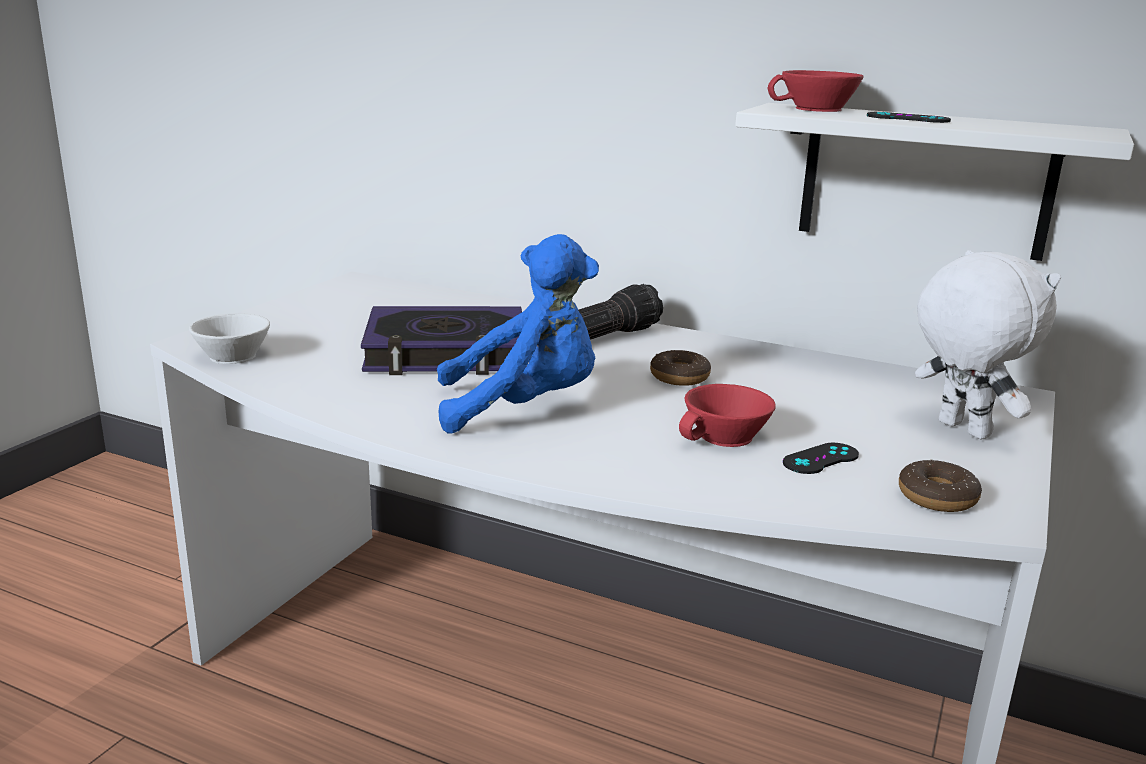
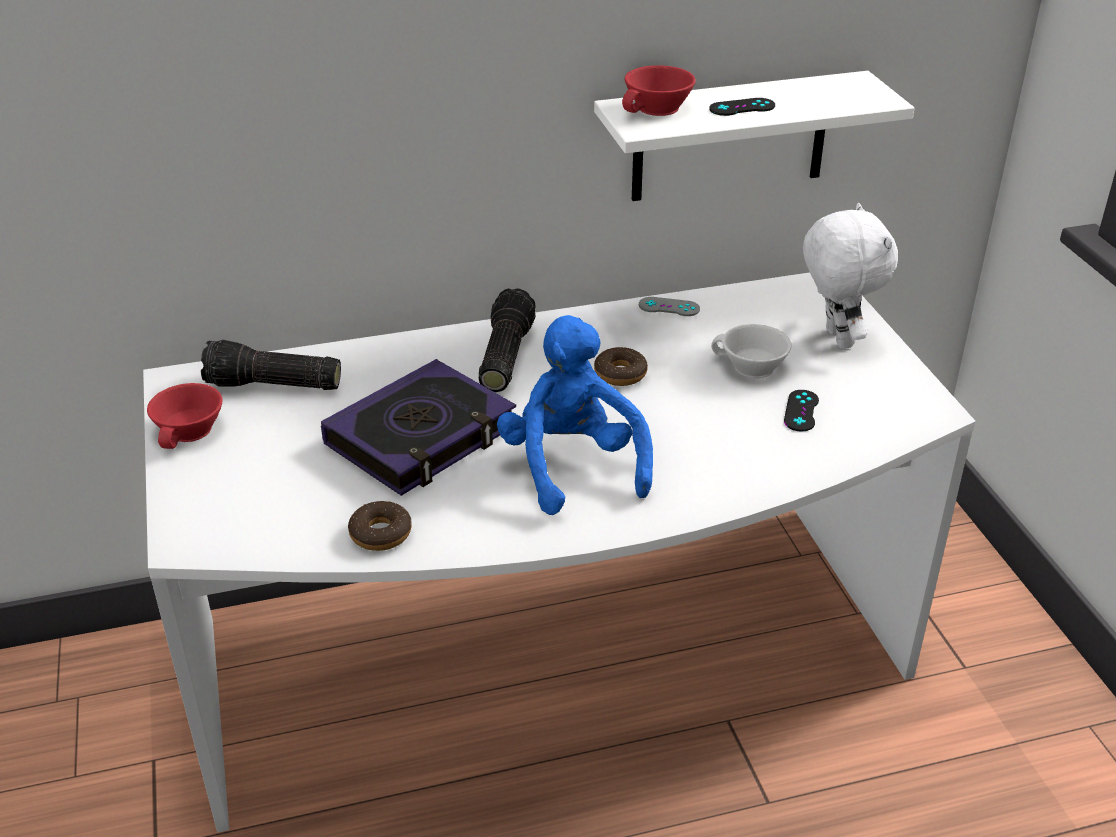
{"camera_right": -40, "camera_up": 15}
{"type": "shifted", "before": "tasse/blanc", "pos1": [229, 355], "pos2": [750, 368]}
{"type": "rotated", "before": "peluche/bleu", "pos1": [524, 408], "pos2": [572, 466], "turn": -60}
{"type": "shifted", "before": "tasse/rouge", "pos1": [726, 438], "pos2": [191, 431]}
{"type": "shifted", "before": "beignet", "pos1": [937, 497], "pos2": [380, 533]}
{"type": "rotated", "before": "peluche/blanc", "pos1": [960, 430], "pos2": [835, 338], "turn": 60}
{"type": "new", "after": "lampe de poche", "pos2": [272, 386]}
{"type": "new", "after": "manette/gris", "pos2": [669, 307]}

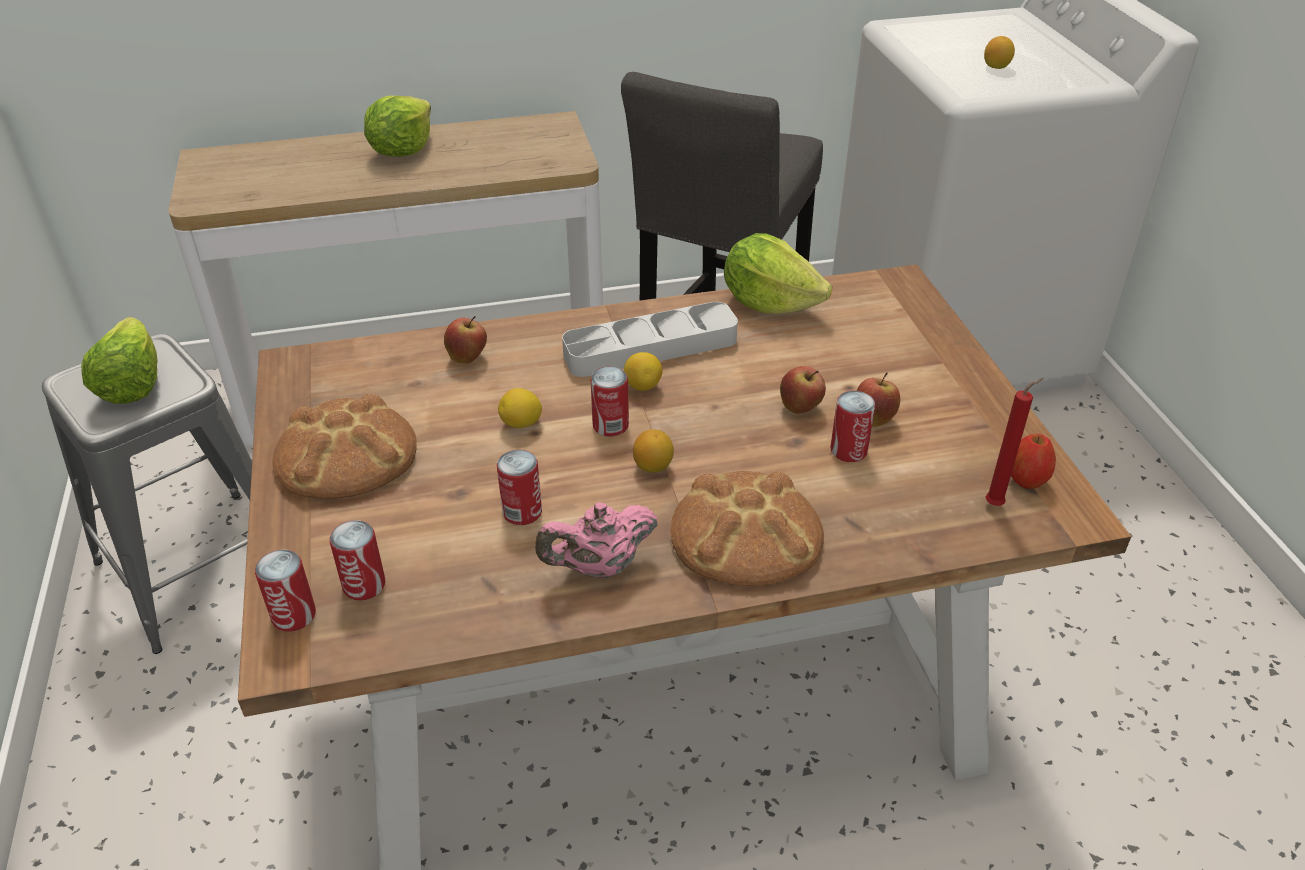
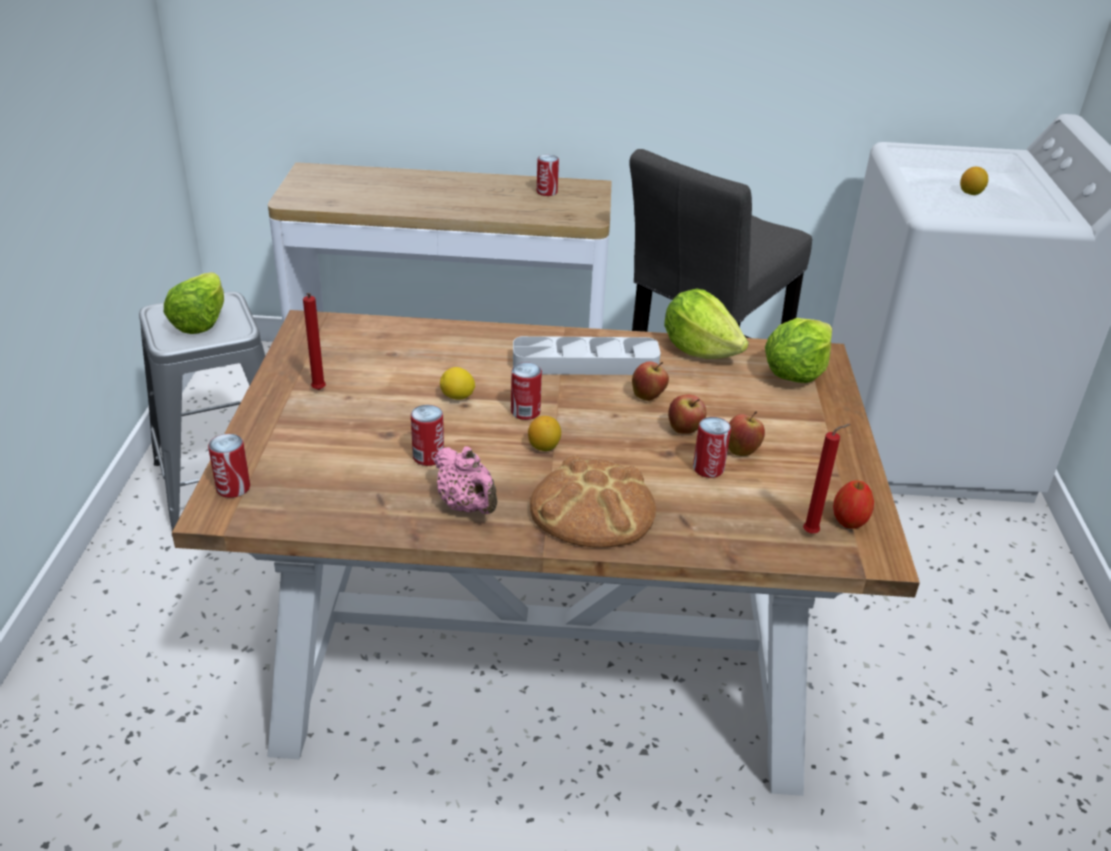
{"camera_right": 15, "camera_up": -5}
{"type": "swapped", "before": "pain", "after": "bougie/rouge", "pos1": [345, 454], "pos2": [318, 391]}
{"type": "shifted", "before": "boîte métallique", "pos1": [364, 585], "pos2": [547, 192]}
{"type": "shifted", "before": "laitue", "pos1": [402, 150], "pos2": [795, 373]}
{"type": "shifted", "before": "pomme", "pos1": [468, 357], "pos2": [648, 396]}
{"type": "rotated", "before": "théière/rose", "pos1": [599, 567], "pos2": [467, 506], "turn": -120}
{"type": "gone", "before": "citron", "pos1": [642, 386]}

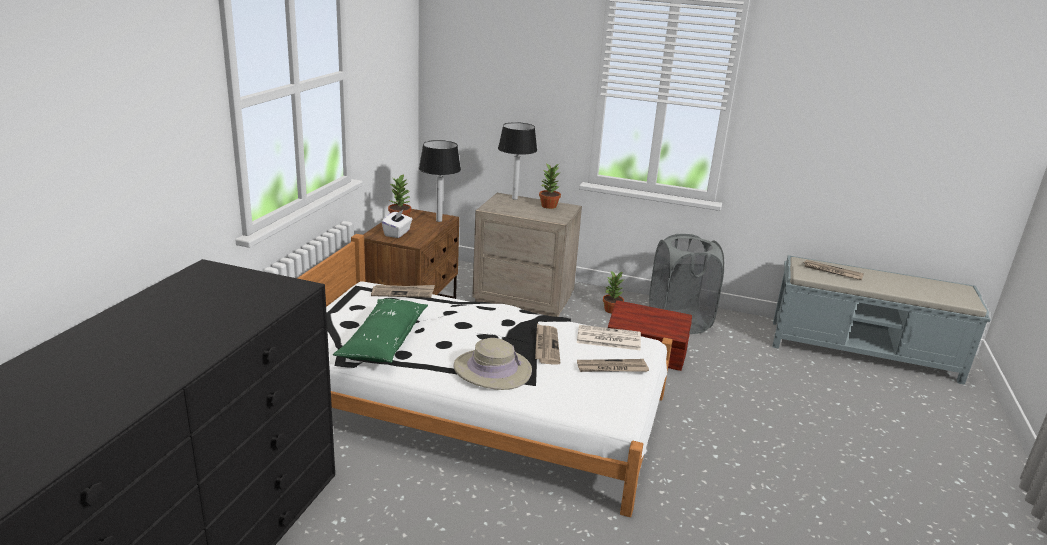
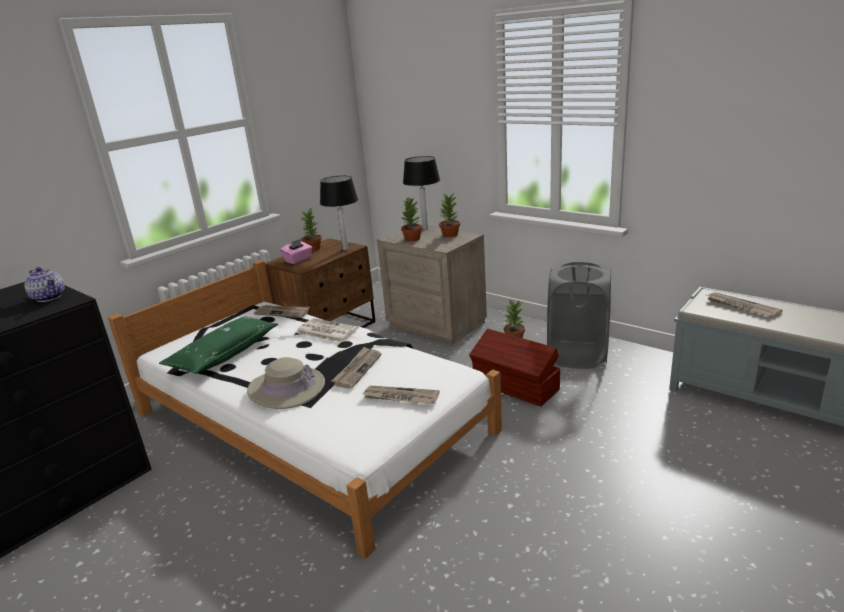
{"camera_right": 25, "camera_up": 0}
{"type": "repainted", "before": "boîte à mouchoirs/blanc", "after": "boîte à mouchoirs/rose", "pos1": [397, 233], "pos2": [298, 260]}
{"type": "shifted", "before": "journal", "pos1": [607, 338], "pos2": [326, 331]}
{"type": "new", "after": "théière", "pos2": [49, 297]}
{"type": "new", "after": "plante en pot", "pos2": [412, 239]}

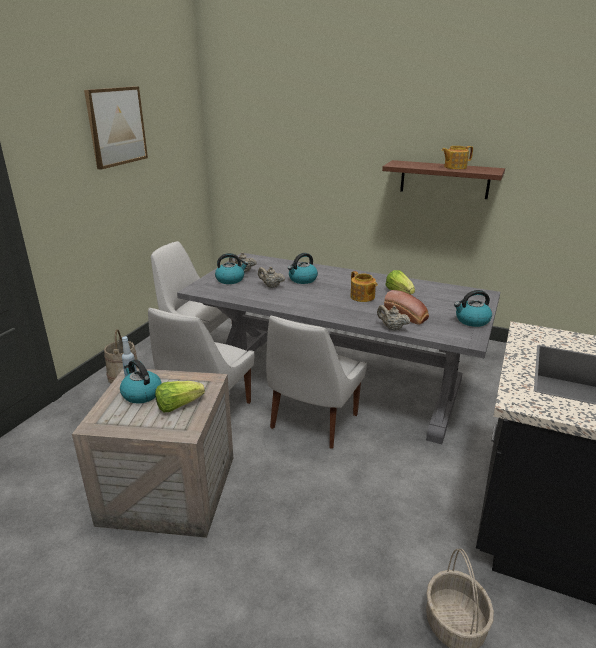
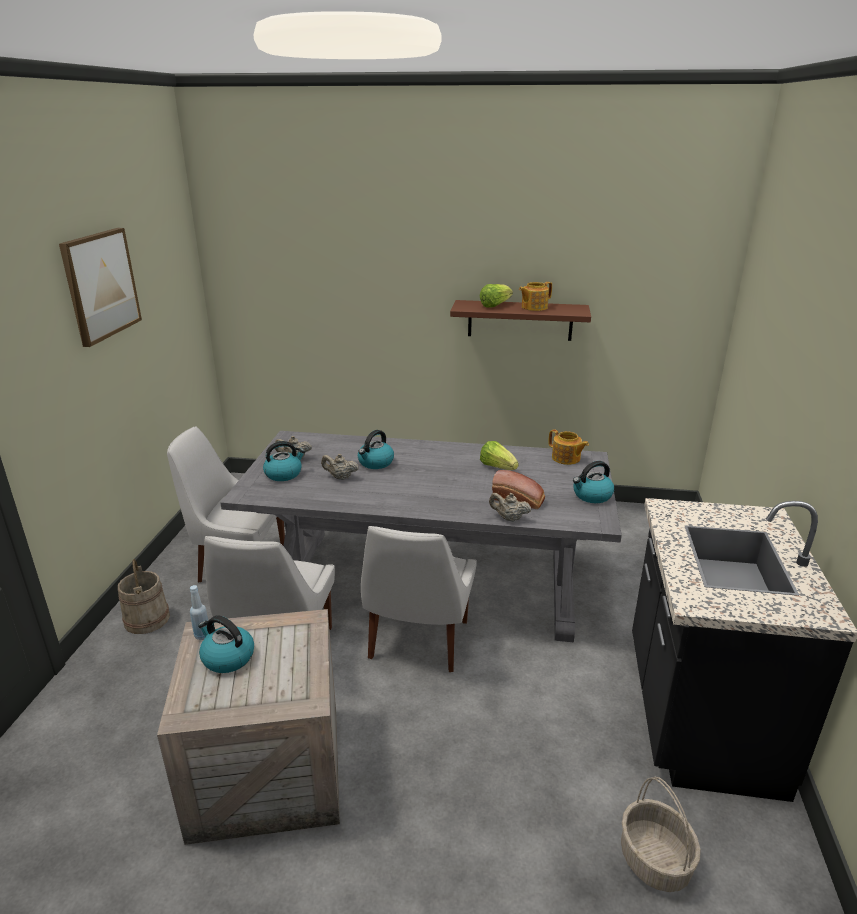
{"camera_right": -15, "camera_up": 0}
{"type": "shifted", "before": "laitue", "pos1": [178, 405], "pos2": [495, 305]}
{"type": "shifted", "before": "théière", "pos1": [362, 297], "pos2": [566, 458]}

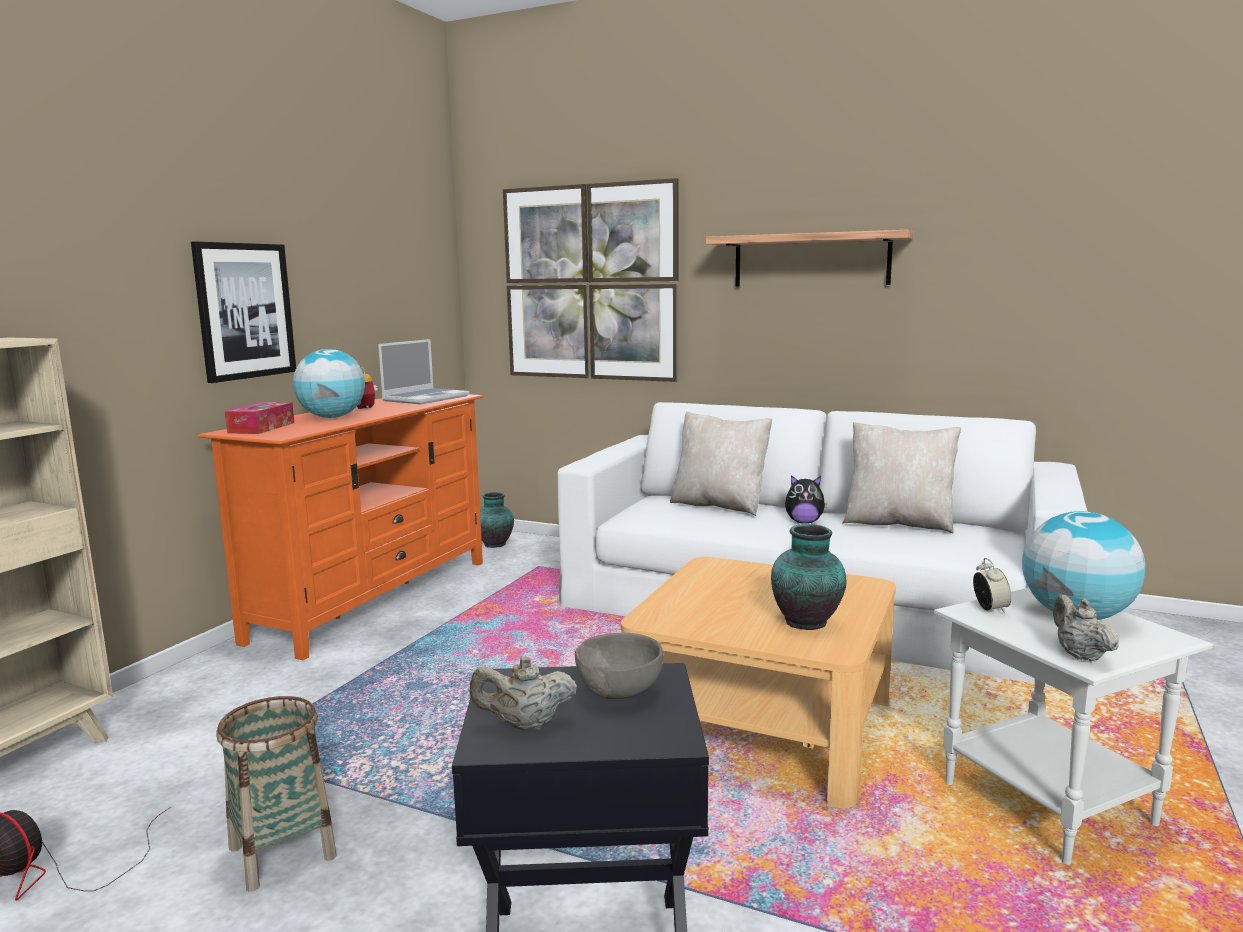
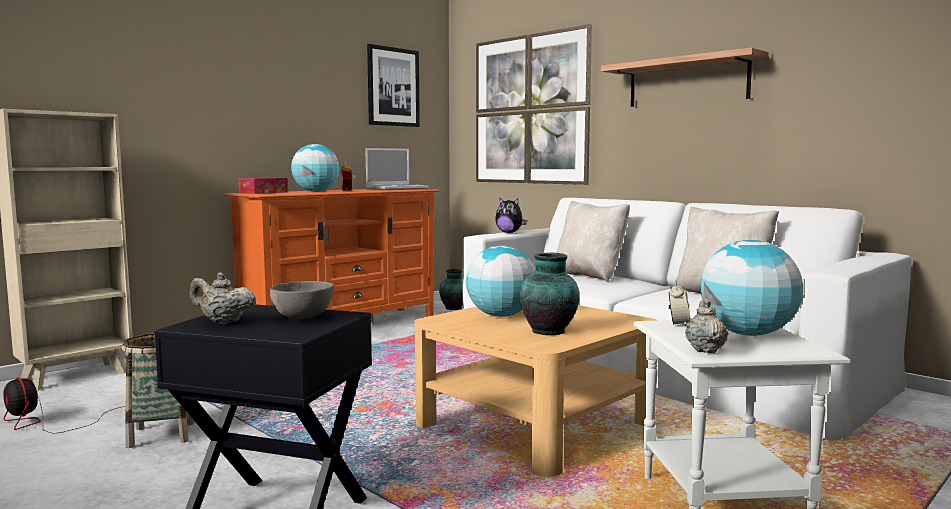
{"camera_right": 20, "camera_up": -5}
{"type": "shifted", "before": "tableau", "pos1": [244, 311], "pos2": [393, 87]}
{"type": "shifted", "before": "peluche", "pos1": [804, 522], "pos2": [509, 233]}
{"type": "new", "after": "globe", "pos2": [500, 315]}

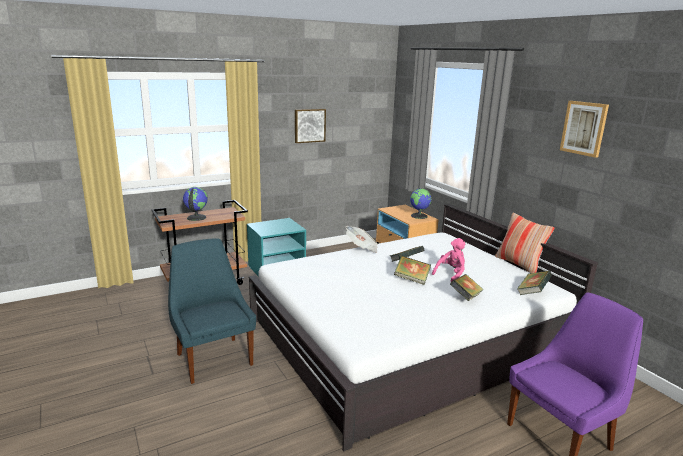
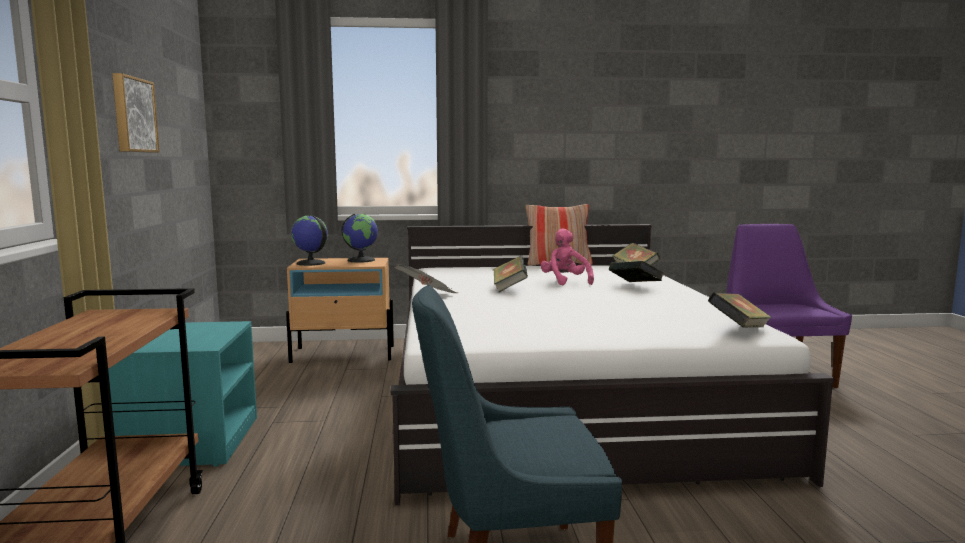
{"camera_right": -65, "camera_up": -10}
{"type": "shifted", "before": "globe", "pos1": [196, 217], "pos2": [310, 263]}
{"type": "shifted", "before": "livre", "pos1": [411, 279], "pos2": [738, 329]}
{"type": "gone", "before": "tableau", "pos1": [584, 128]}

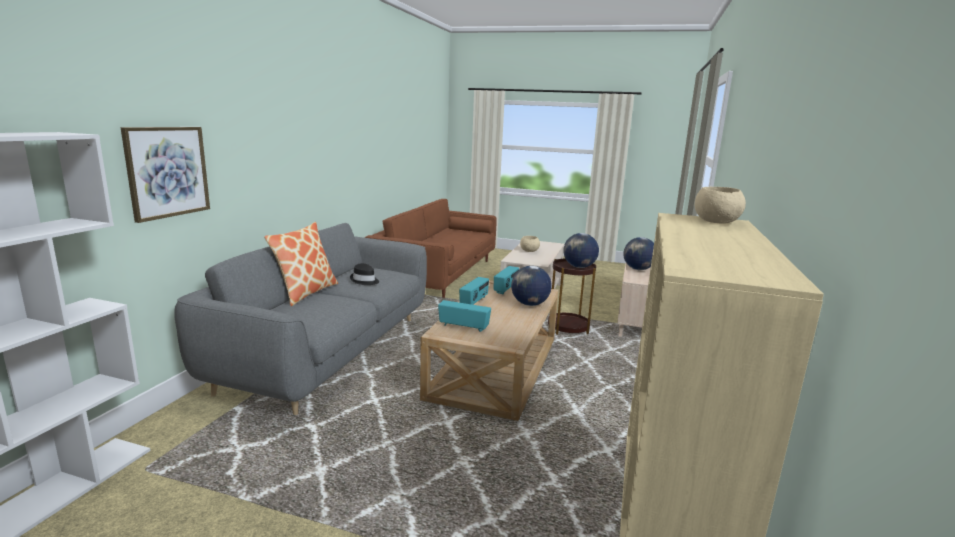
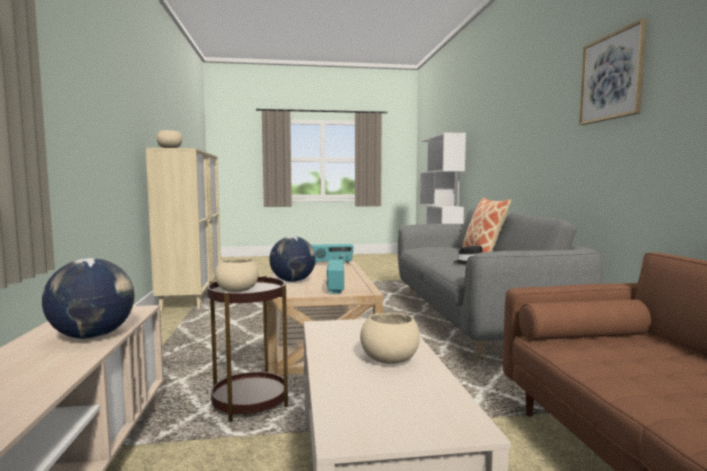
{"camera_right": 155, "camera_up": -10}
{"type": "shifted", "before": "tableau", "pos1": [167, 172], "pos2": [612, 77]}
{"type": "gone", "before": "radio", "pos1": [474, 302]}
{"type": "swapped", "before": "globe", "after": "bol/beige", "pos1": [579, 267], "pos2": [238, 290]}

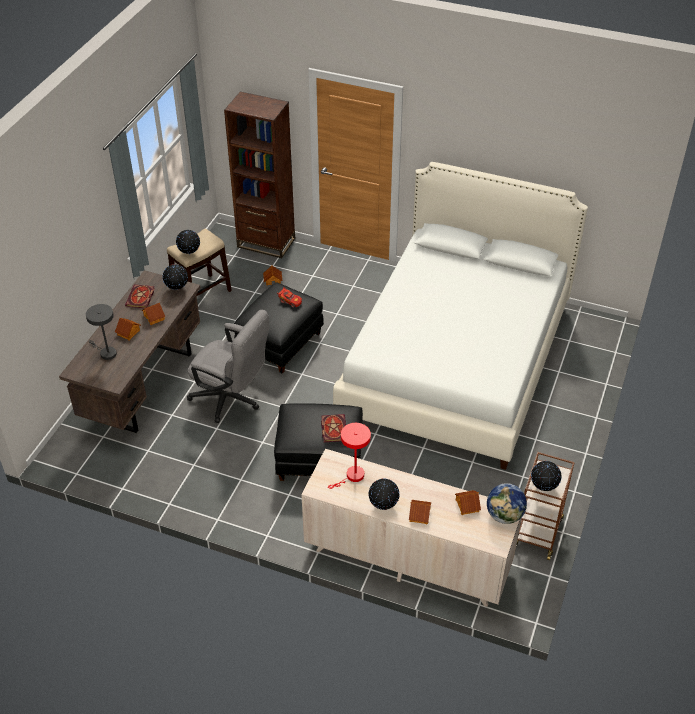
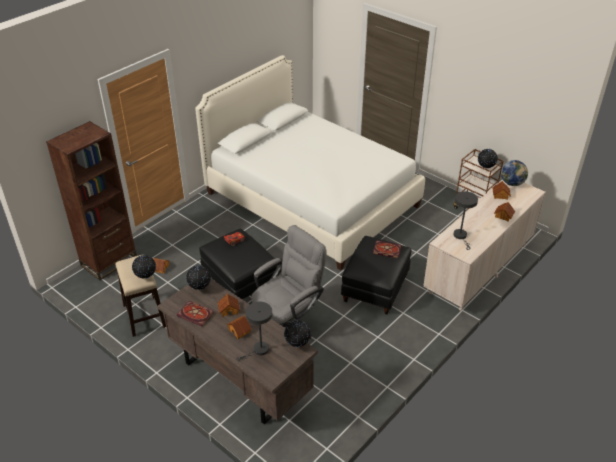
{"camera_right": -70, "camera_up": -5}
{"type": "repainted", "before": "lampe de table/rouge", "after": "lampe de table/gris", "pos1": [352, 476], "pos2": [461, 236]}
{"type": "shifted", "before": "globe", "pos1": [383, 506], "pos2": [297, 345]}

